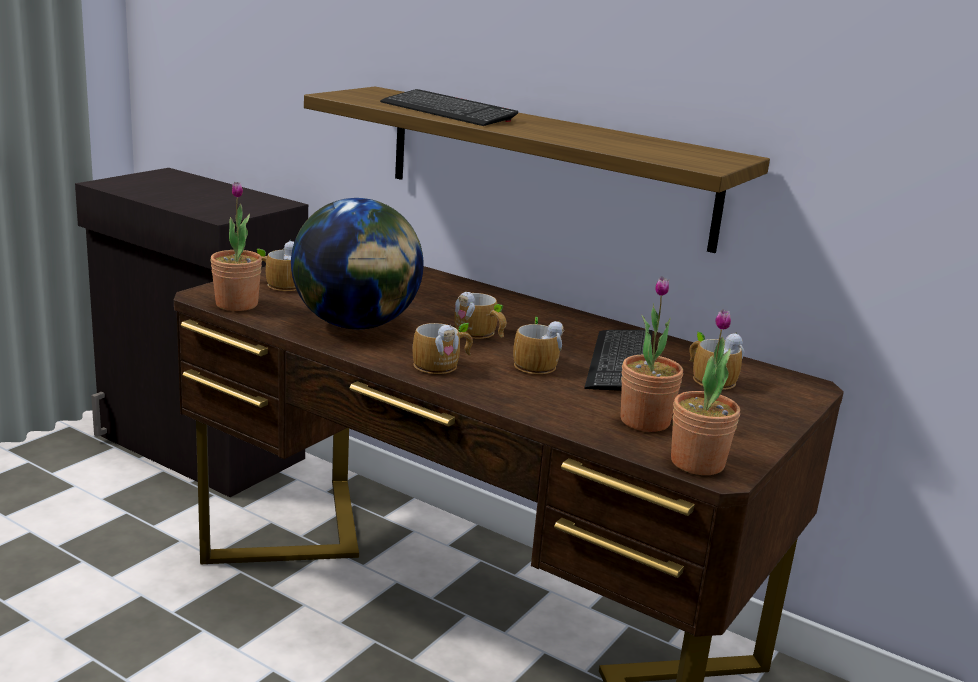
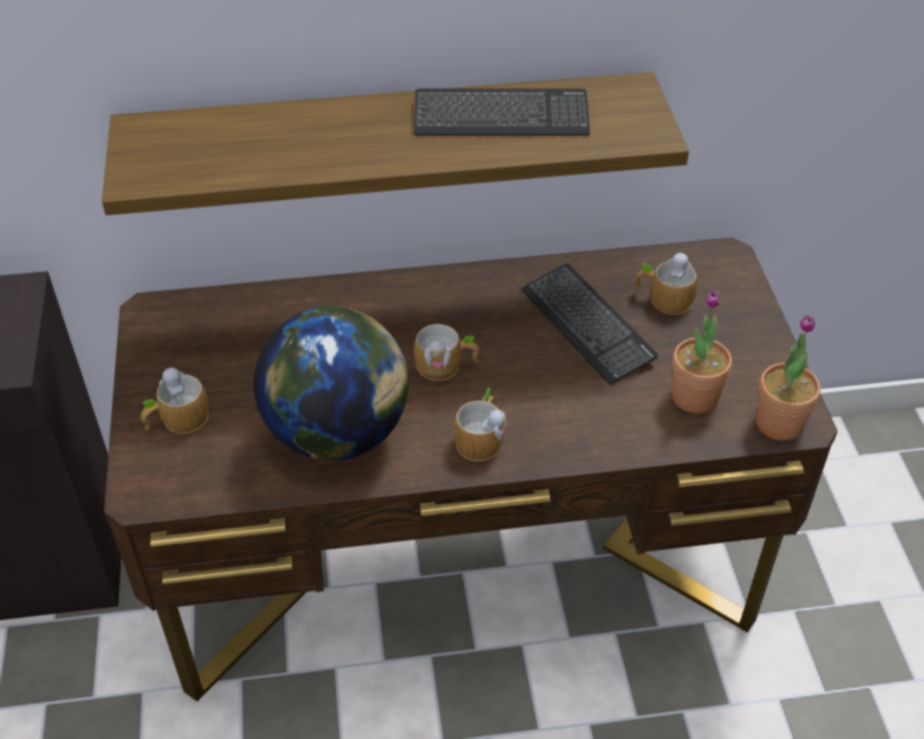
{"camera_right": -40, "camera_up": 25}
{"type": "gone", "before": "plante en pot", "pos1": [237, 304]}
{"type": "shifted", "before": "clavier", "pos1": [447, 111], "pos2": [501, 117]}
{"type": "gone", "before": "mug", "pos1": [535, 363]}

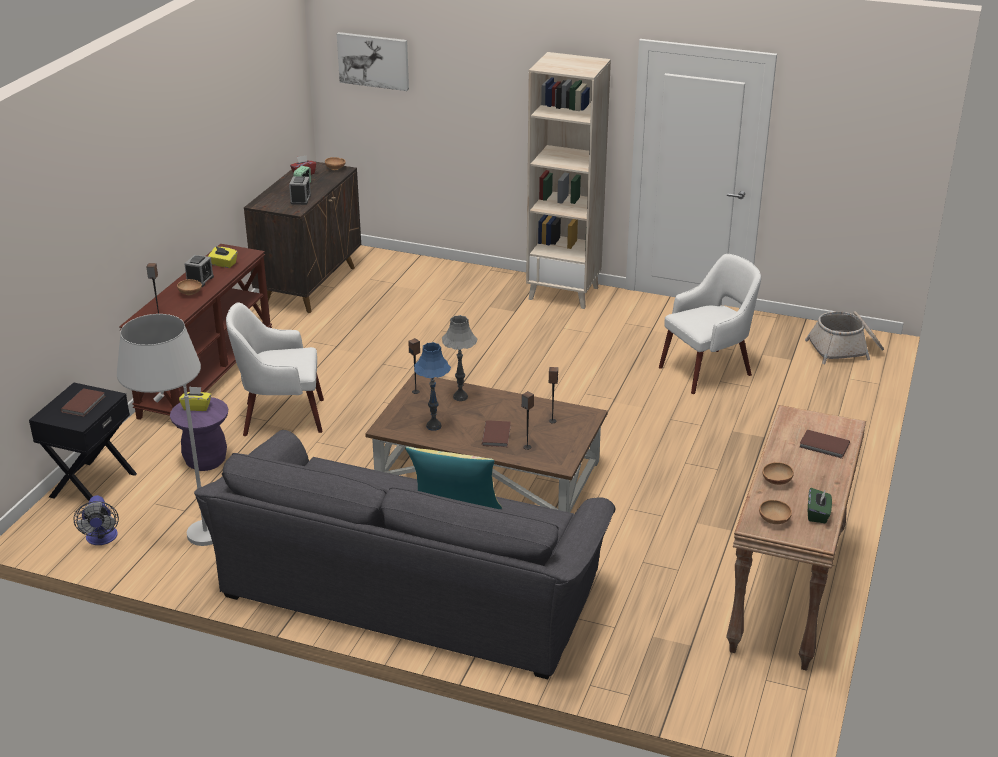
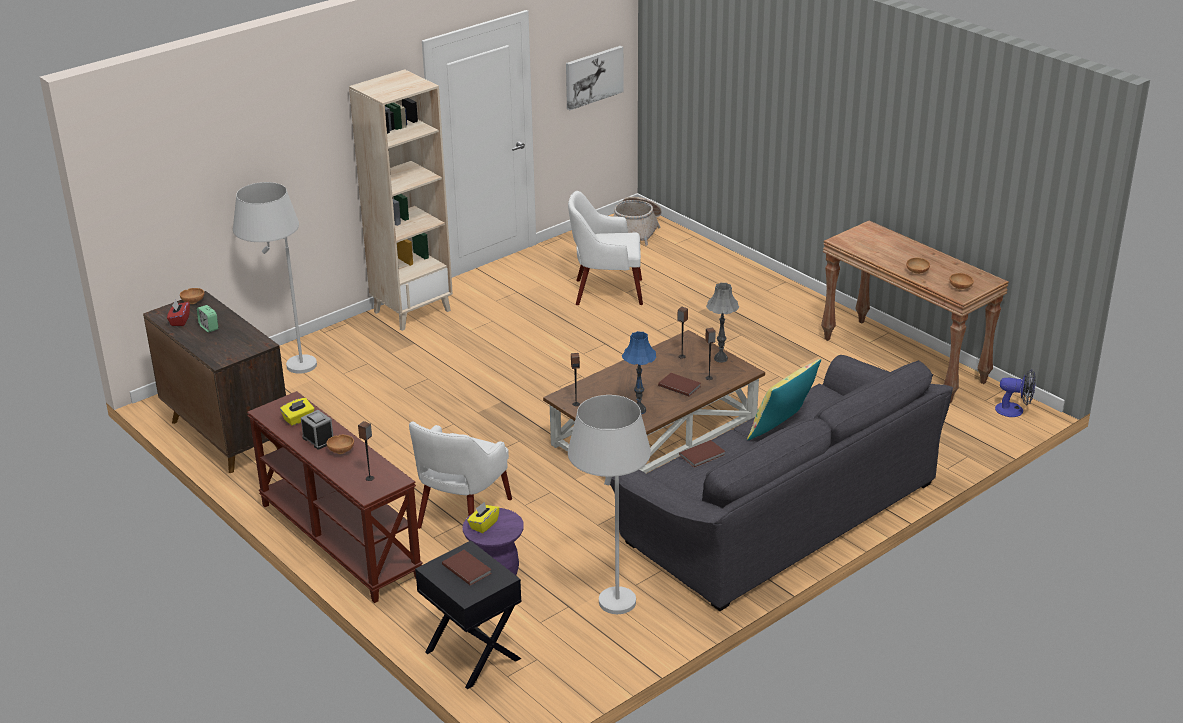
{"camera_right": -60, "camera_up": 0}
{"type": "shifted", "before": "ventilateur", "pos1": [101, 539], "pos2": [1014, 410]}
{"type": "gone", "before": "réveil", "pos1": [300, 199]}
{"type": "shifted", "before": "tableau", "pos1": [373, 60], "pos2": [593, 77]}
{"type": "shifted", "before": "lampe de table/gris", "pos1": [460, 397], "pos2": [720, 358]}
{"type": "rotated", "before": "fauteuil/blanc", "pos1": [707, 370], "pos2": [606, 292], "turn": -90}
{"type": "shifted", "before": "livre/marron", "pos1": [824, 446], "pos2": [703, 455]}
{"type": "gone", "before": "boîte à mouchoirs/vert", "pos1": [818, 514]}
{"type": "new", "after": "lampadaire/blanc", "pos2": [285, 369]}

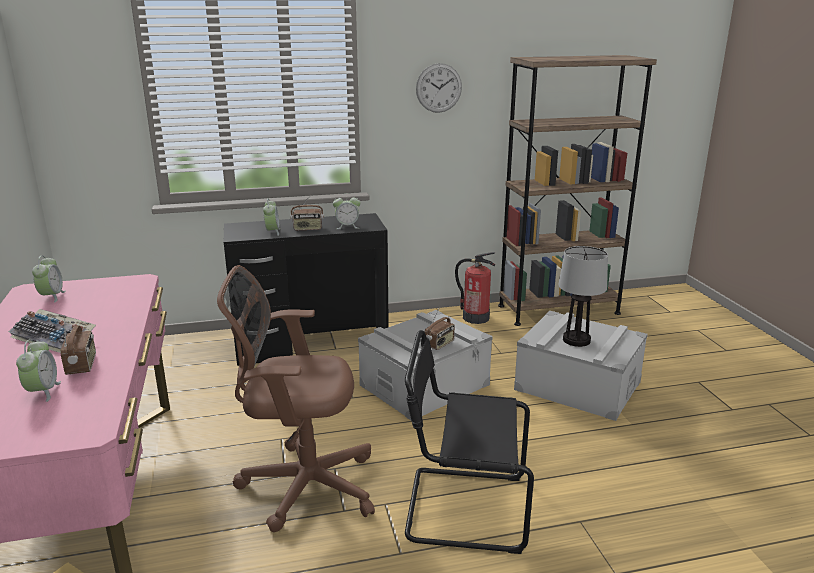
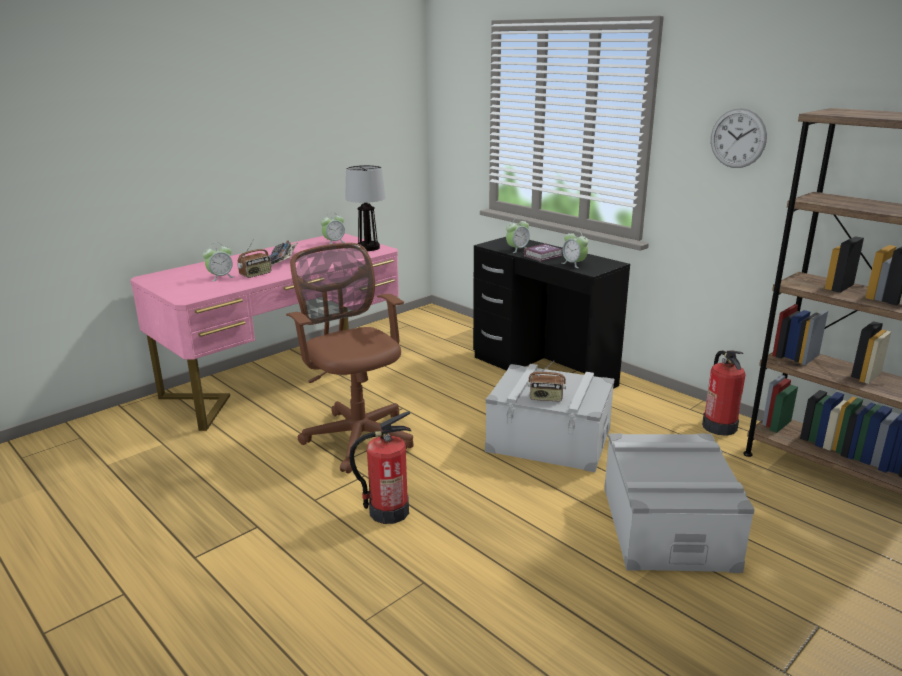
{"camera_right": 60, "camera_up": 0}
{"type": "swapped", "before": "radio", "after": "livre", "pos1": [307, 229], "pos2": [544, 256]}
{"type": "swapped", "before": "chaise/noir", "after": "extincteur", "pos1": [461, 508], "pos2": [388, 511]}
{"type": "shifted", "before": "lampe de table", "pos1": [577, 340], "pos2": [368, 248]}

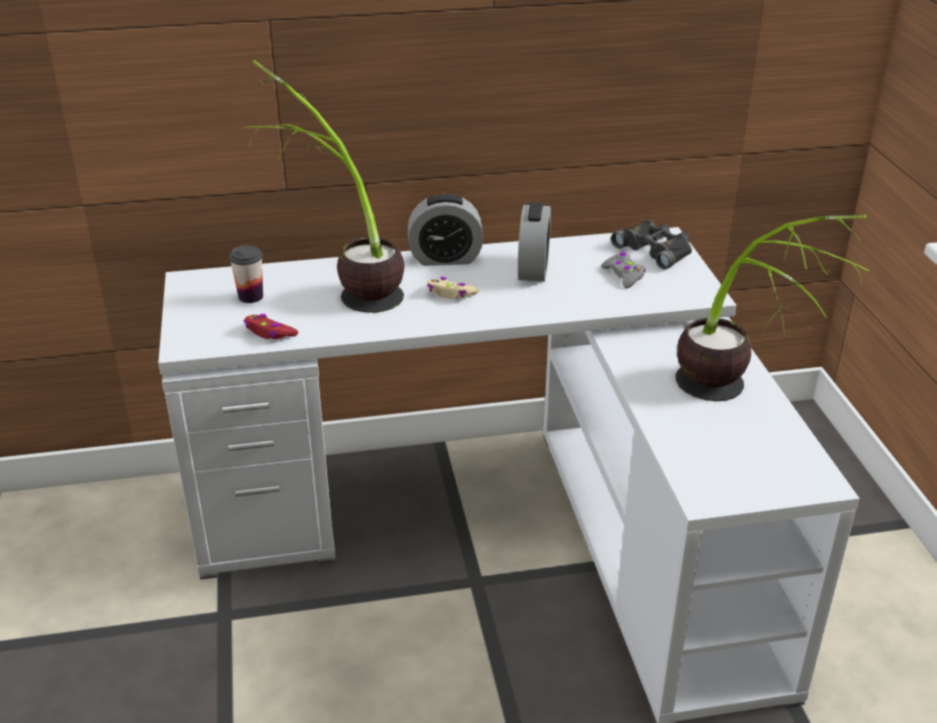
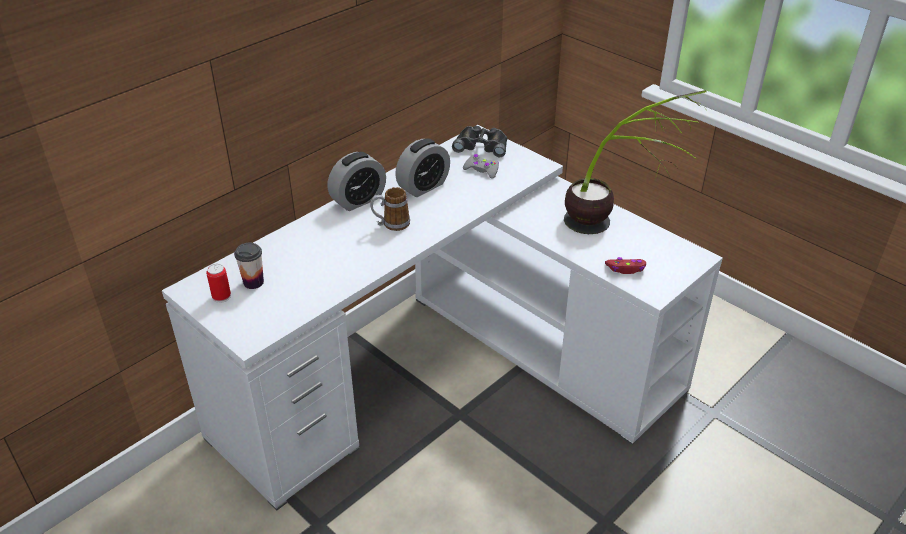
{"camera_right": -35, "camera_up": 5}
{"type": "shifted", "before": "manette/rouge", "pos1": [269, 333], "pos2": [626, 269]}
{"type": "gone", "before": "plante en pot", "pos1": [342, 285]}
{"type": "swapped", "before": "manette/beige", "after": "mug", "pos1": [451, 294], "pos2": [391, 224]}
{"type": "rotated", "before": "réveil", "pos1": [533, 269], "pos2": [423, 186], "turn": 75}
{"type": "new", "after": "boîte métallique", "pos2": [221, 296]}

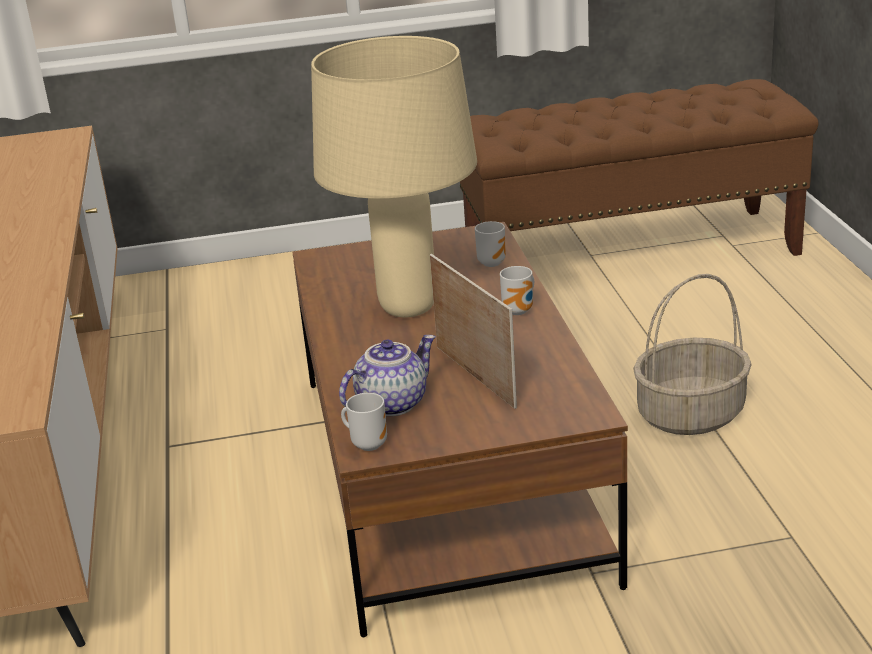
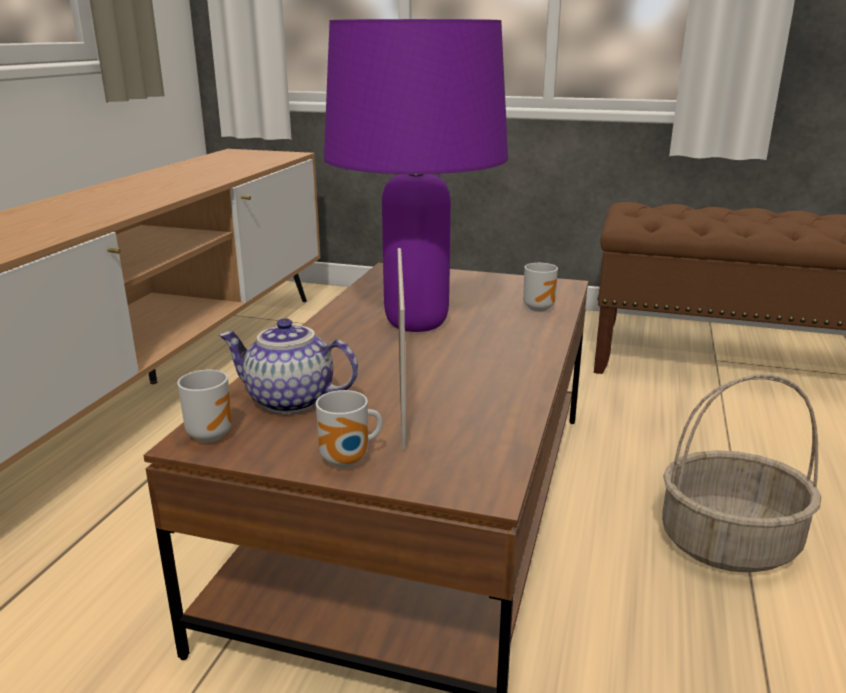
{"camera_right": 25, "camera_up": -5}
{"type": "repainted", "before": "lampe de table/beige", "after": "lampe de table/violet", "pos1": [409, 307], "pos2": [418, 323]}
{"type": "rotated", "before": "théière", "pos1": [391, 403], "pos2": [288, 401], "turn": -150}
{"type": "shifted", "before": "mug", "pos1": [520, 310], "pos2": [349, 461]}

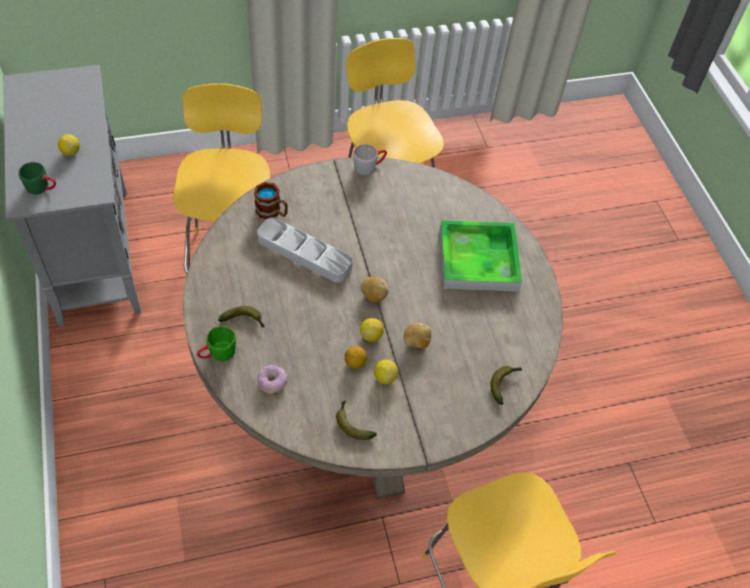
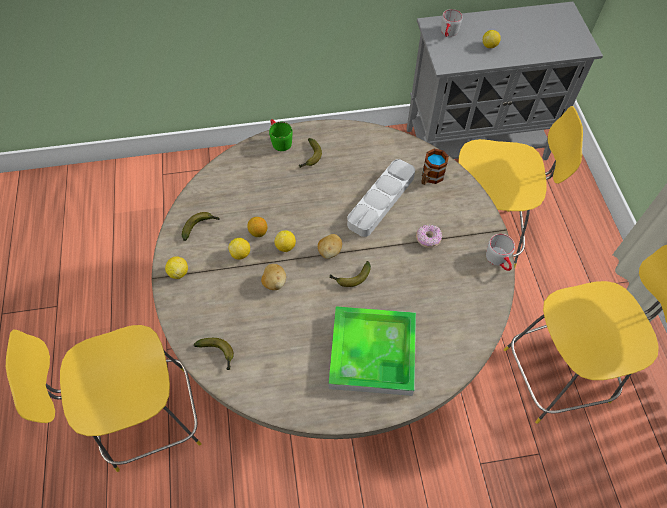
{"camera_right": 100, "camera_up": 5}
{"type": "repainted", "before": "mug/vert", "after": "mug/gris", "pos1": [42, 187], "pos2": [448, 33]}
{"type": "shifted", "before": "beignet", "pos1": [272, 382], "pos2": [428, 239]}
{"type": "new", "after": "citron", "pos2": [178, 272]}
{"type": "new", "after": "banane", "pos2": [350, 277]}

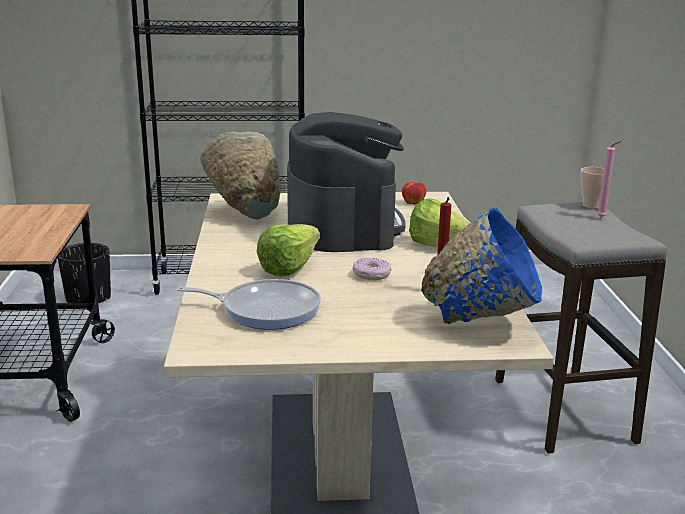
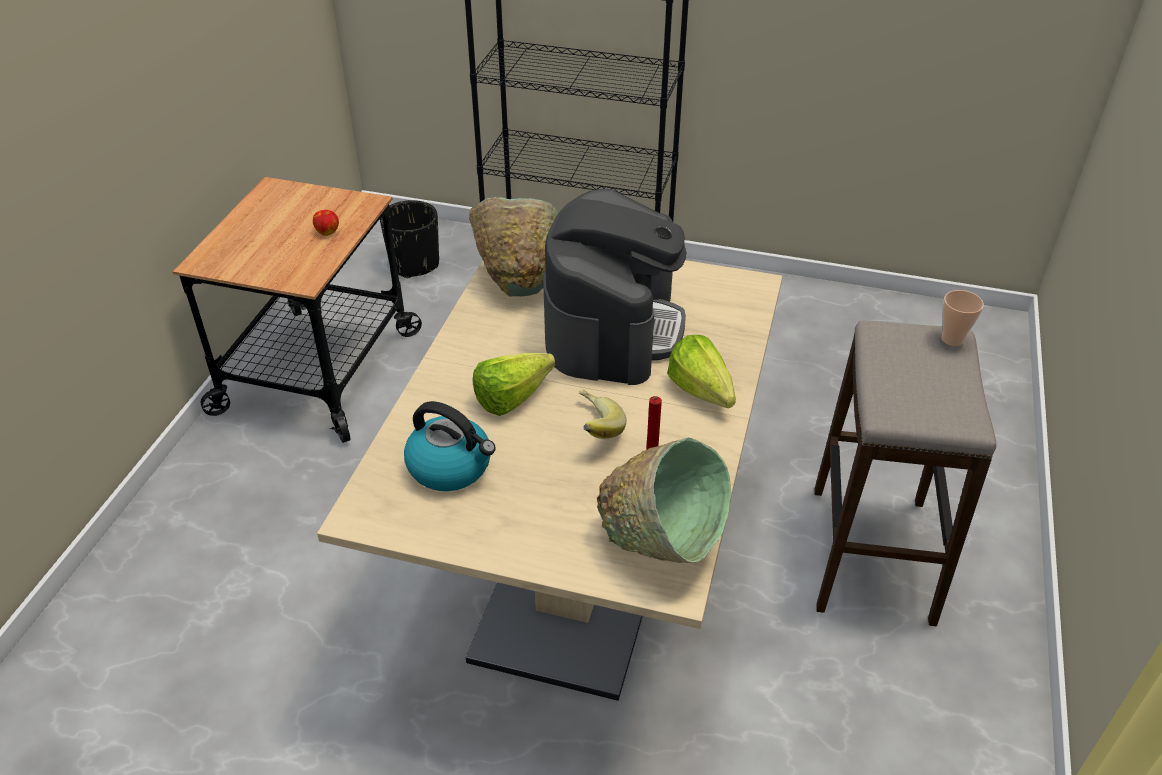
{"camera_right": 20, "camera_up": 20}
{"type": "swapped", "before": "poêle", "after": "bouilloire", "pos1": [265, 310], "pos2": [451, 467]}
{"type": "swapped", "before": "beignet", "after": "banane", "pos1": [371, 274], "pos2": [593, 429]}
{"type": "shifted", "before": "pomme", "pos1": [413, 203], "pos2": [328, 232]}
{"type": "repainted", "before": "bol/bleu", "after": "bol/vert", "pos1": [483, 323], "pos2": [662, 544]}
{"type": "gone", "before": "bougie/rose", "pos1": [603, 217]}

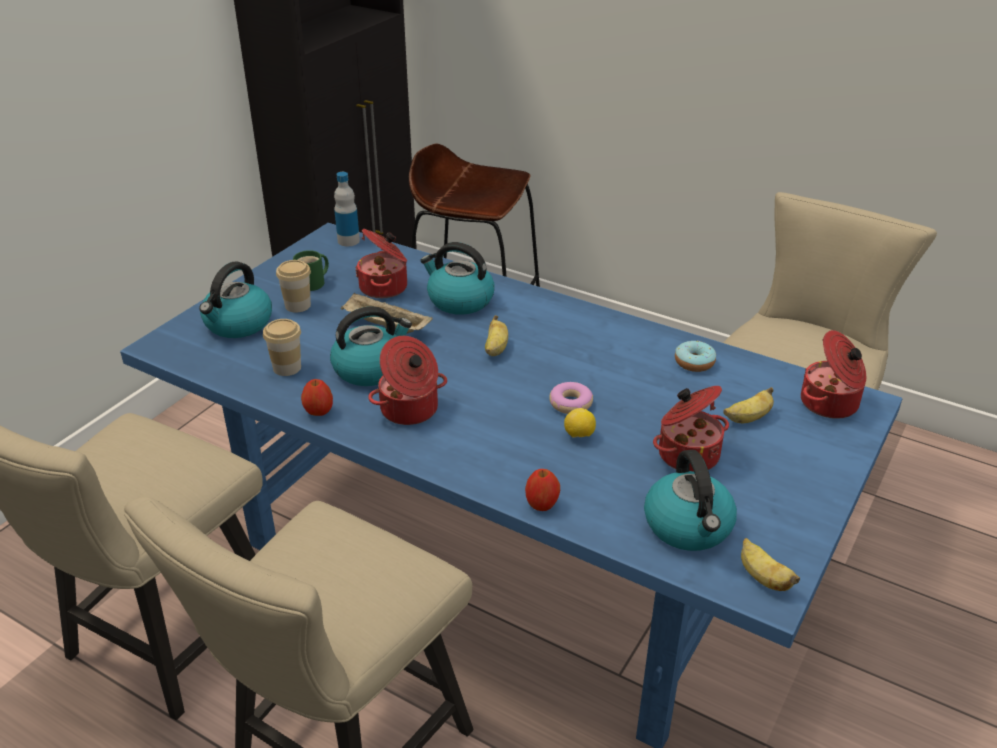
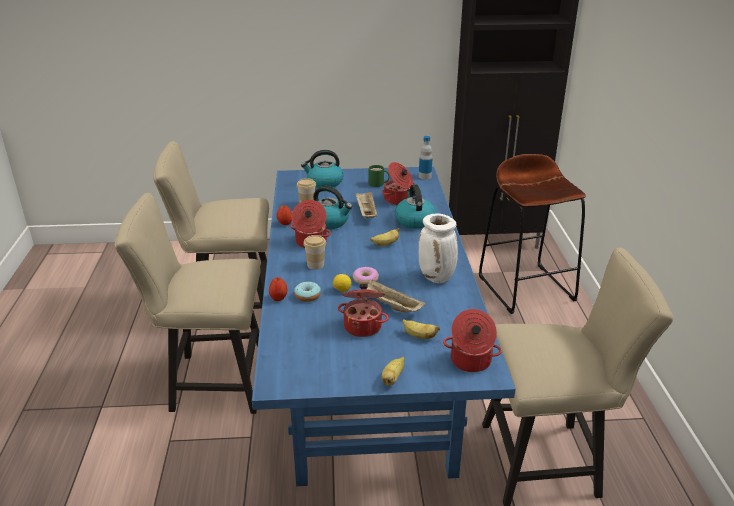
{"camera_right": 55, "camera_up": -5}
{"type": "shifted", "before": "tasse", "pos1": [298, 305], "pos2": [315, 265]}
{"type": "gone", "before": "bouilloire", "pos1": [689, 526]}
{"type": "shifted", "before": "beignet", "pos1": [694, 363], "pos2": [307, 296]}
{"type": "shifted", "before": "banane", "pos1": [762, 578], "pos2": [392, 378]}
{"type": "new", "after": "plateau/beige", "pos2": [391, 306]}
{"type": "new", "after": "vase/blanc", "pos2": [437, 278]}

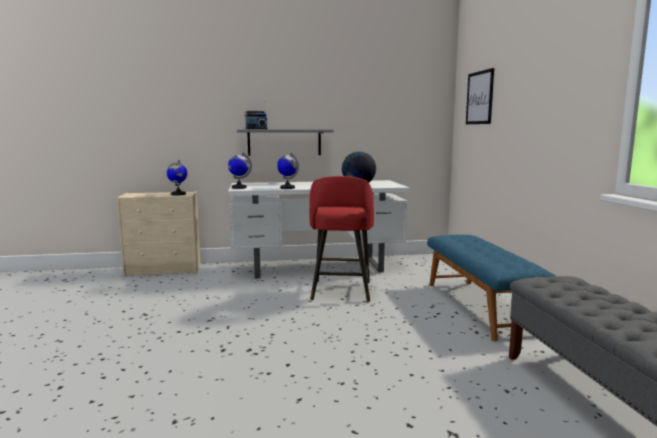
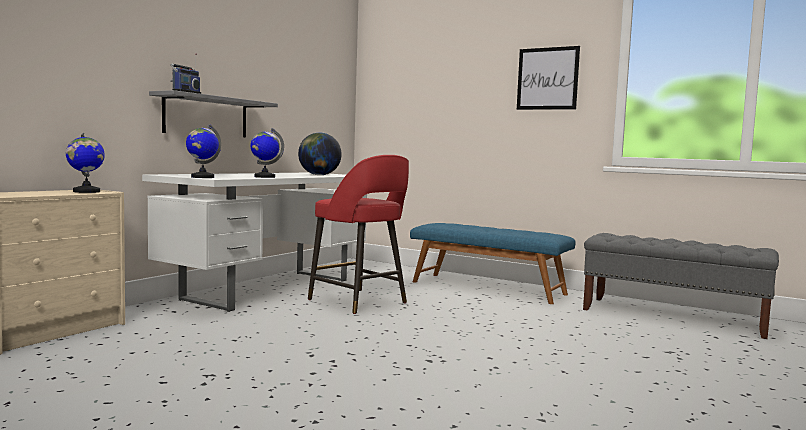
{"camera_right": -50, "camera_up": -5}
{"type": "shifted", "before": "tableau", "pos1": [479, 98], "pos2": [547, 78]}

